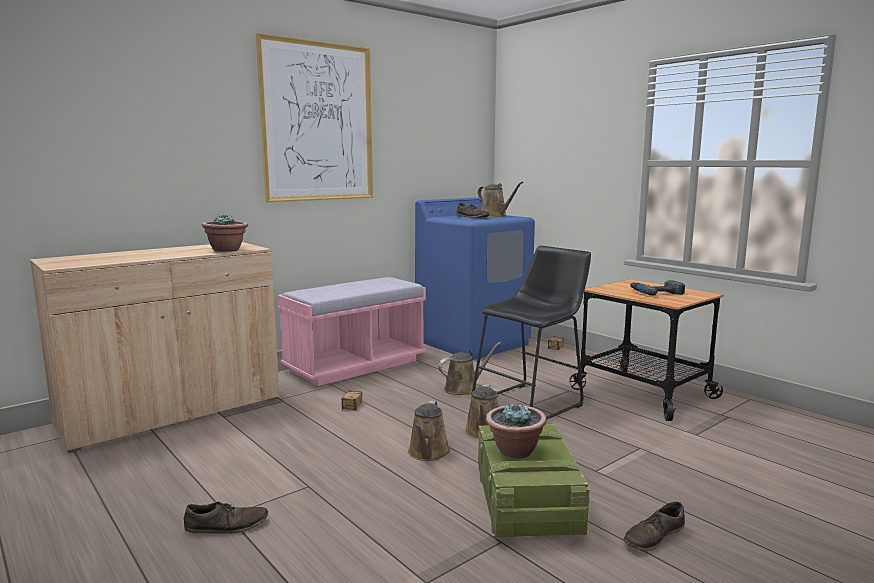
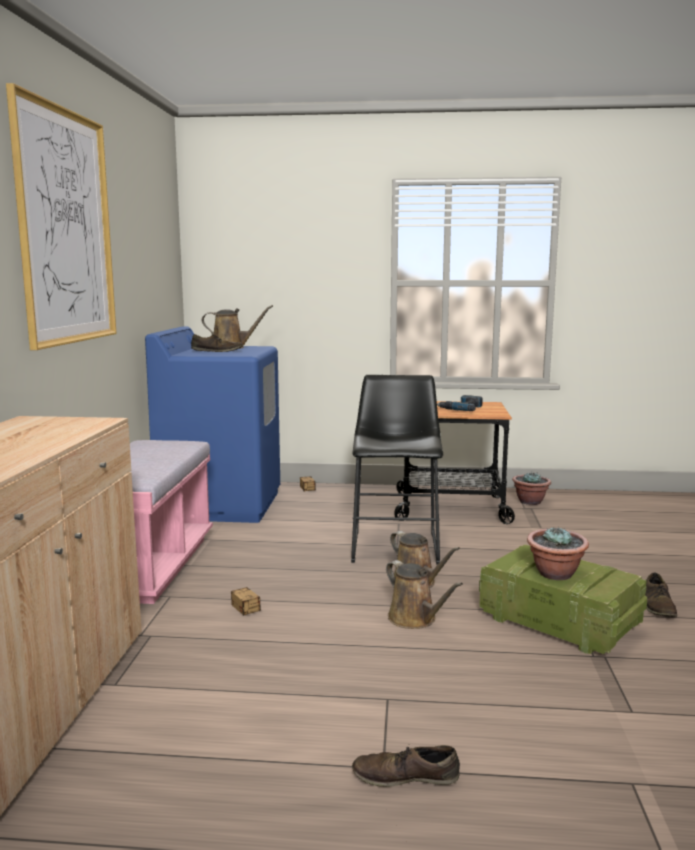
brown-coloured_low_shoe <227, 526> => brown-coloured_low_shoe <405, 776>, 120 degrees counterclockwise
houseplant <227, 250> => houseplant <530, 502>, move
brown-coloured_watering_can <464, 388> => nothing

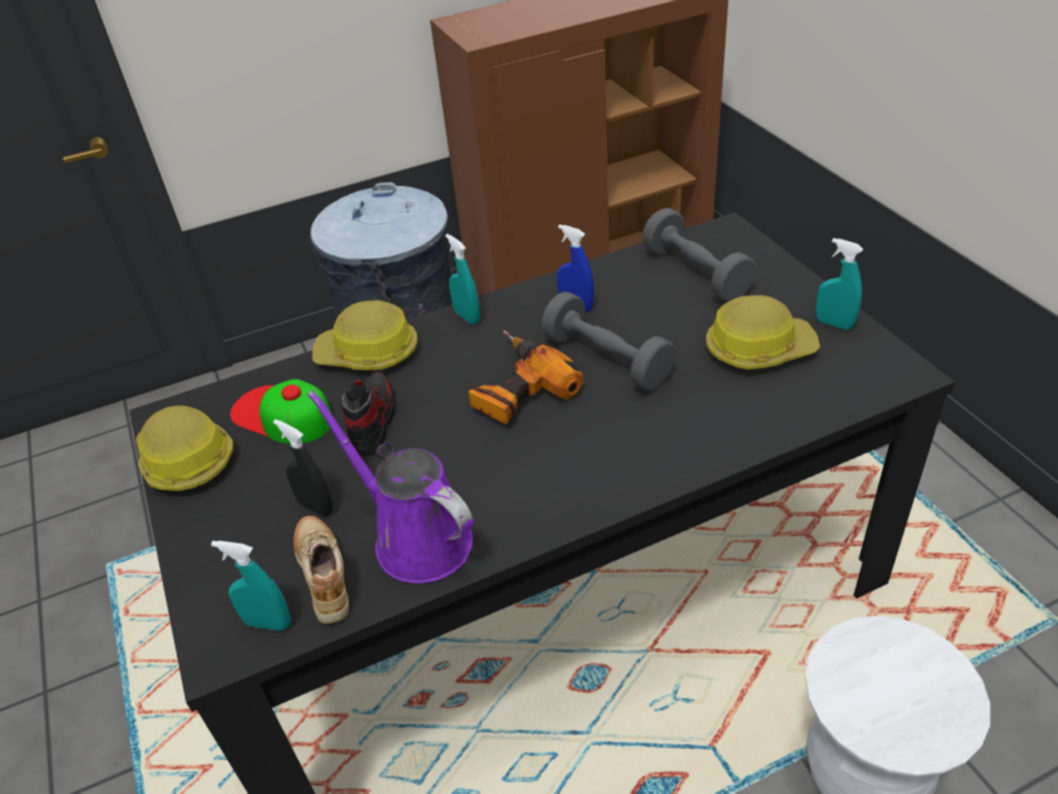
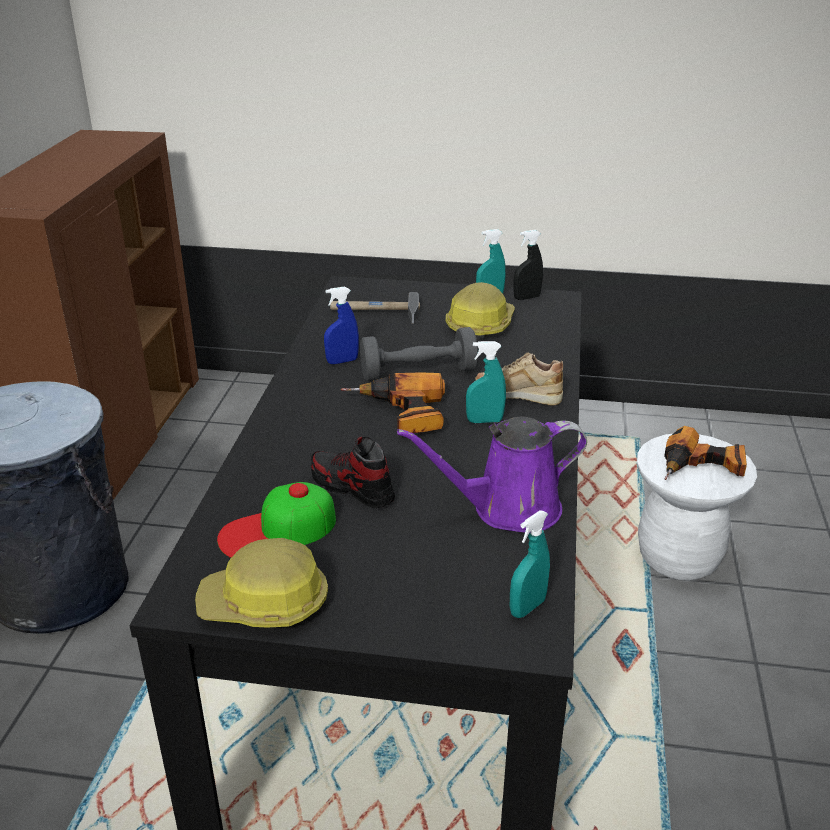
black-coloured_spray_bottle <316, 506> => black-coloured_spray_bottle <526, 297>, move
beige_low_shoe <326, 576> => beige_low_shoe <518, 397>, move
work_helmet <368, 354> => nothing
blue-green_spray_bottle <467, 317> => blue-green_spray_bottle <484, 421>, move
greyish_dumbbell <696, 273> => hammer <375, 311>
nothing => drill <702, 469>

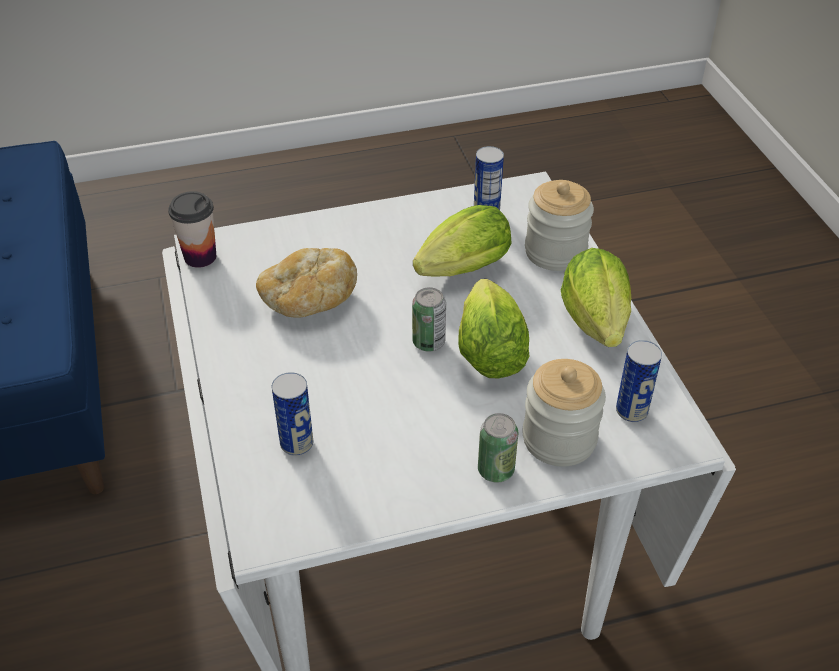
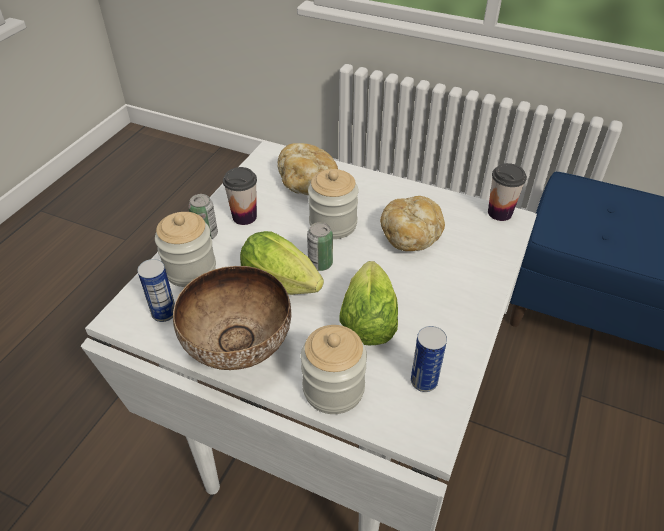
sealed_can <296, 443> => bread <307, 183>
lettuce_head <597, 326> => serving_bowl <239, 351>
nothing => cup <244, 217>
nothing => storage_jar <333, 224>

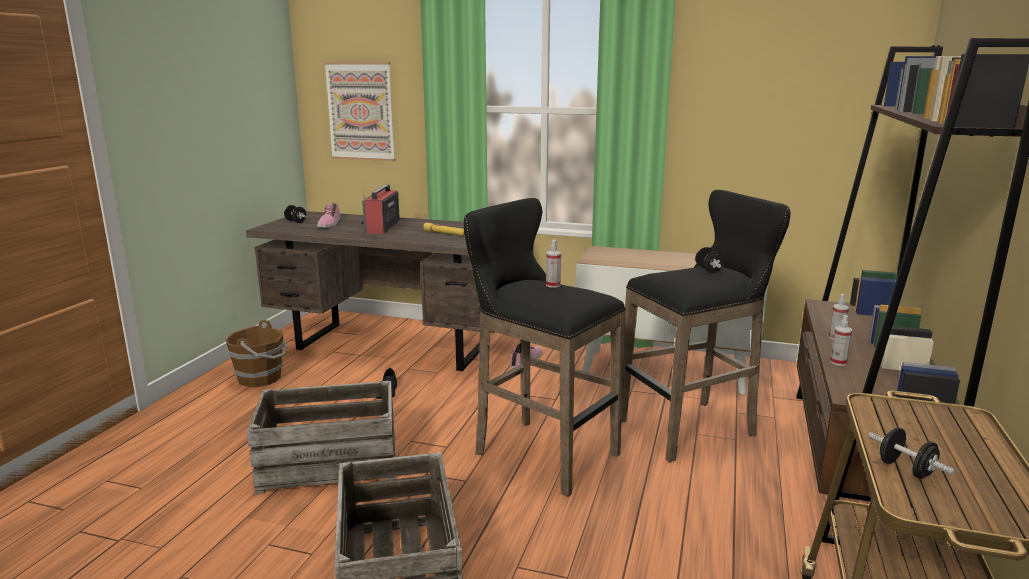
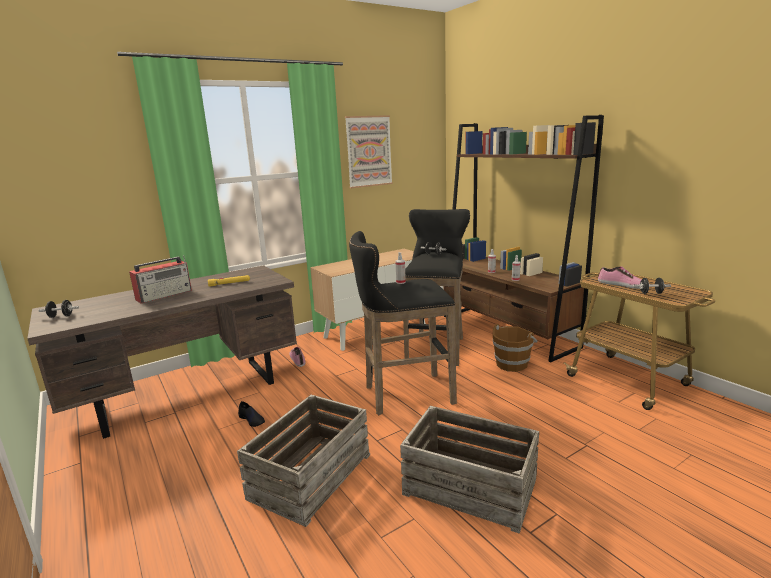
brown-coloured_bucket <261, 378> => brown-coloured_bucket <512, 364>, move
low_shoe <329, 223> => low_shoe <622, 285>, move
wall_art <361, 111> => wall_art <369, 151>, move
radio_set <382, 227> => radio_set <165, 295>, 90 degrees counterclockwise

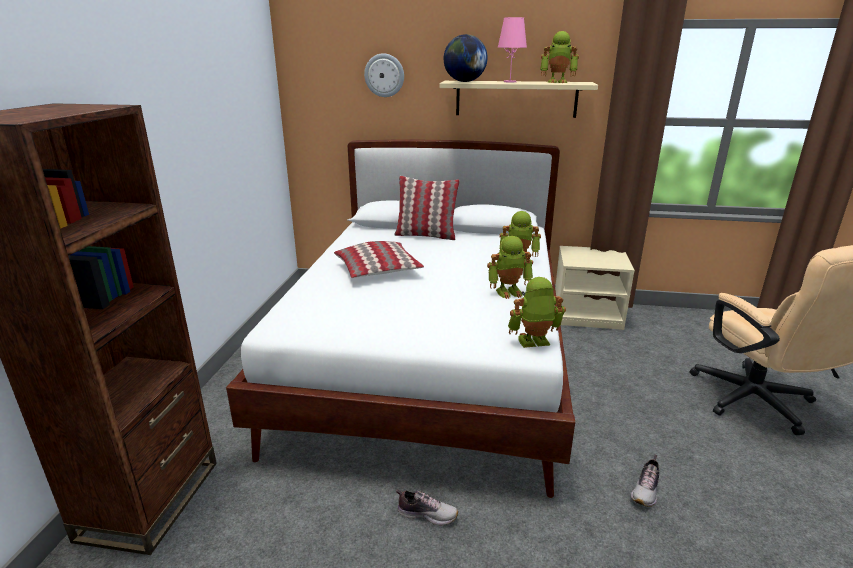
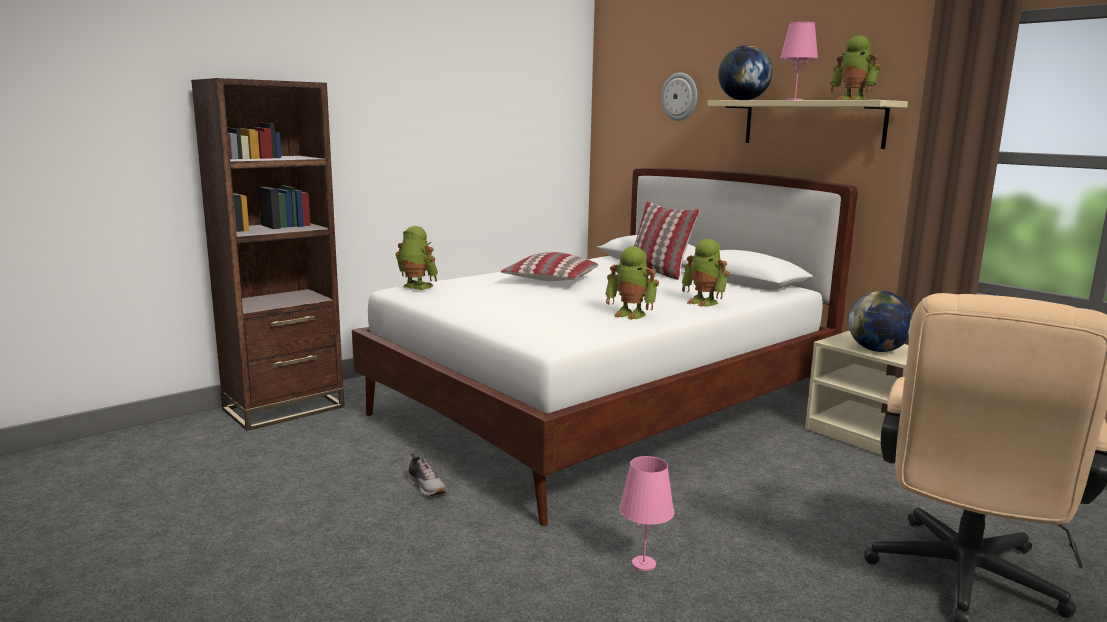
toy_robot <534, 342> => toy_robot <416, 287>, move
low_shoe <646, 490> => pink-coloured_tabletop_lamp <643, 564>
nothing => world_globe <877, 350>

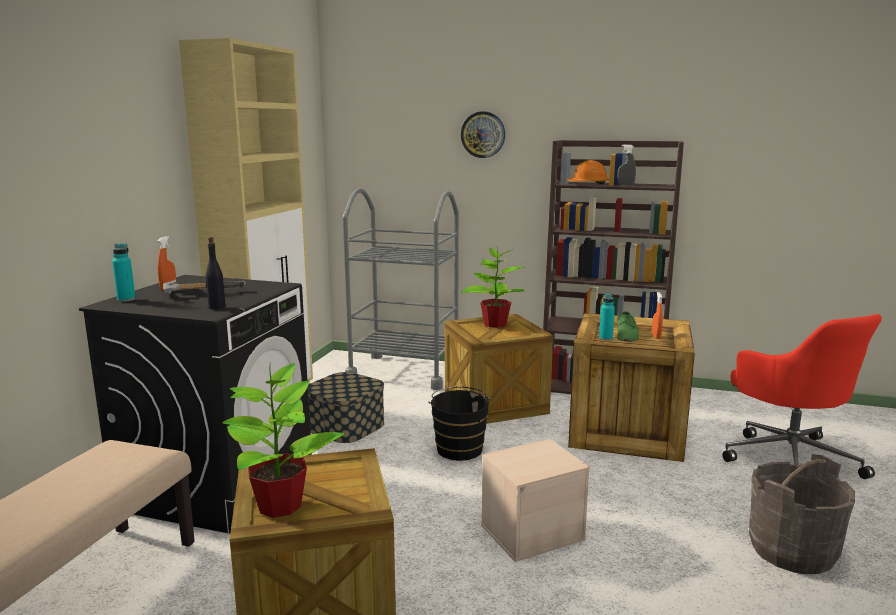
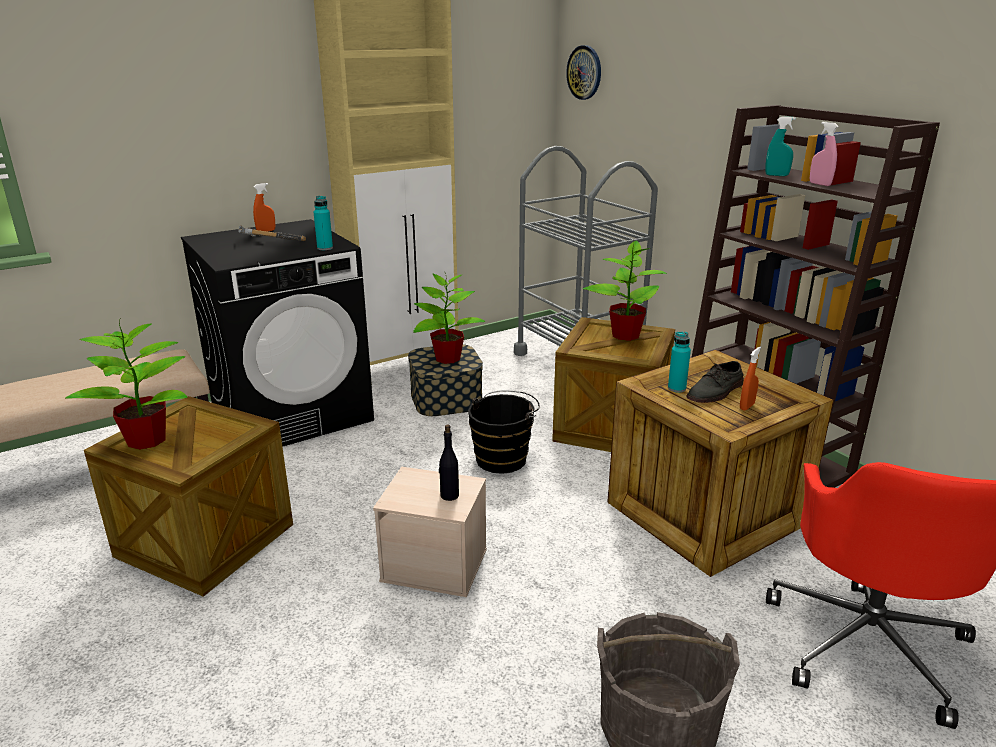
blue-green_drink_bottle <126, 299> => blue-green_drink_bottle <325, 248>, move
black-coloured_drink_bottle <216, 307> => black-coloured_drink_bottle <449, 495>, move
wall_clock <483, 134> => wall_clock <584, 72>, move
orange_work_helmet <588, 184> => blue-green_spray_bottle <776, 175>
greyish_spray_bottle <625, 185> => pink-coloured_spray_bottle <820, 184>
green-coloured_low_shoe <627, 334> => greyish_low_shoe <715, 392>
nothing => houseplant <446, 358>

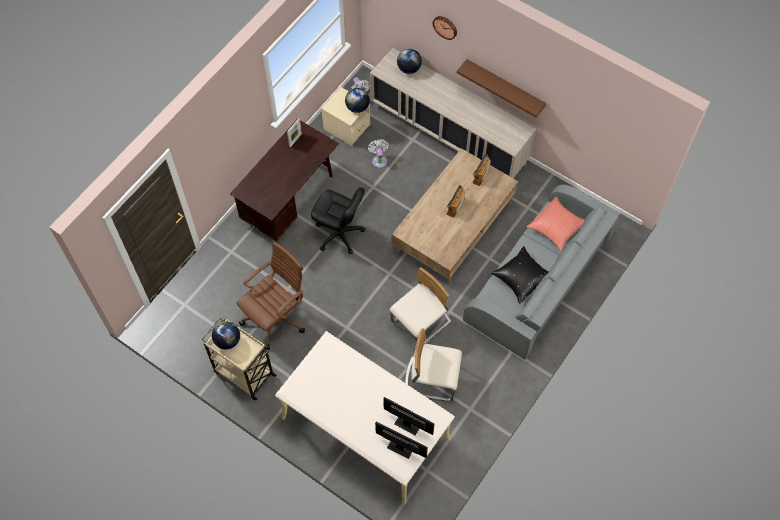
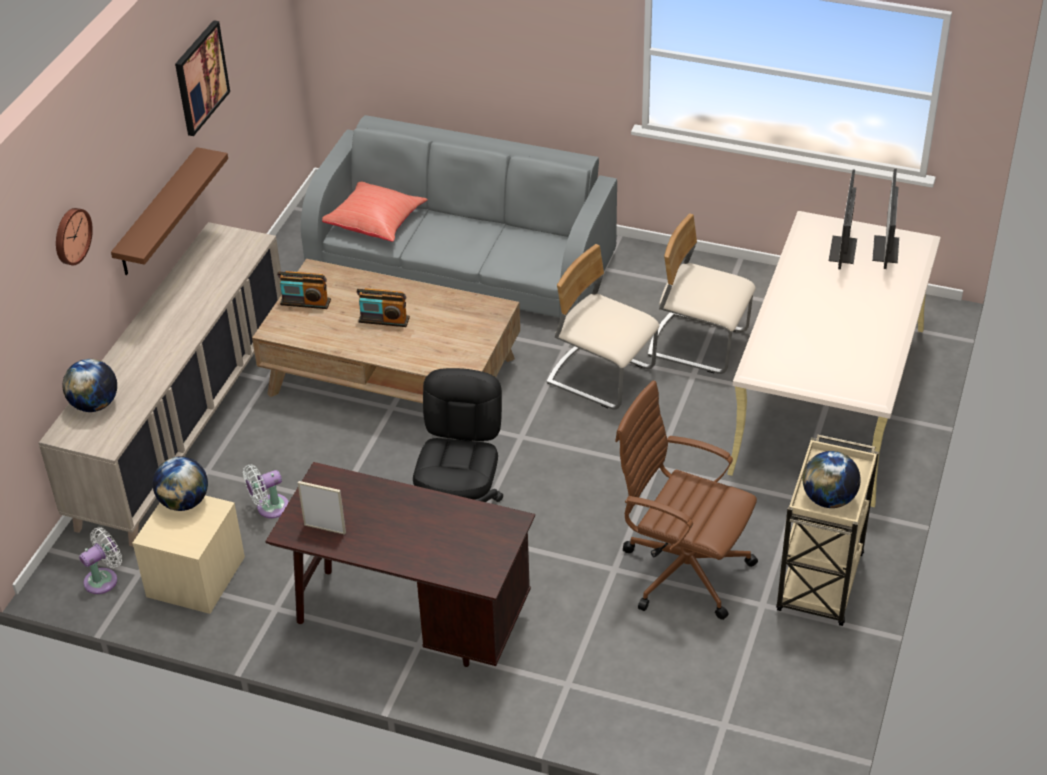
beige_upright_chair <431, 378> => beige_upright_chair <698, 343>, 120 degrees clockwise
black-coloured_throw_pillow <521, 278> => nothing
nothing => wall_art <200, 77>

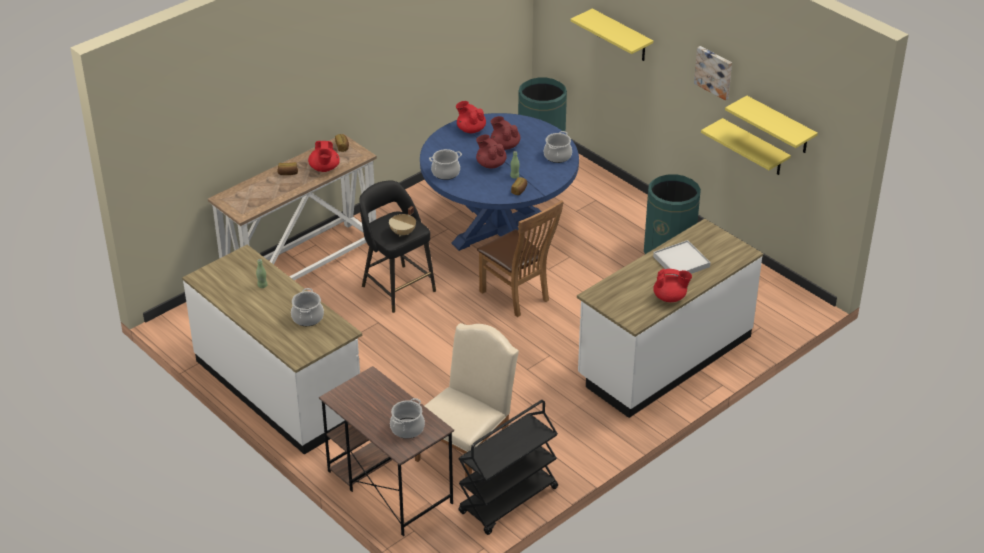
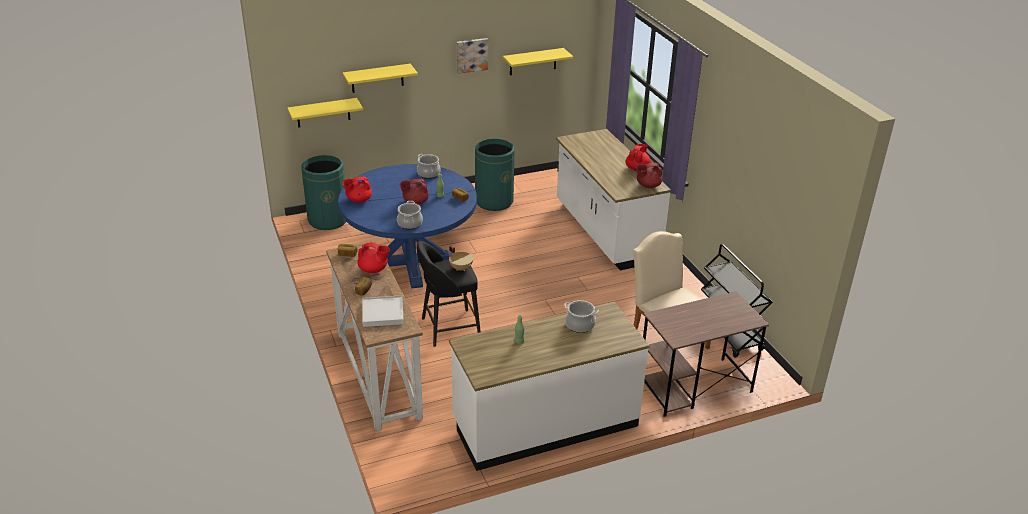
saucepot <407, 428> => nothing
brown-coloured_upright_chair <518, 297> => nothing
reddish_tea_pot <505, 145> => reddish_tea_pot <648, 186>, move
whitish_serving_tray <681, 262> => whitish_serving_tray <382, 313>, move
yellowish_bracket_shelf <754, 148> => yellowish_bracket_shelf <323, 112>, move

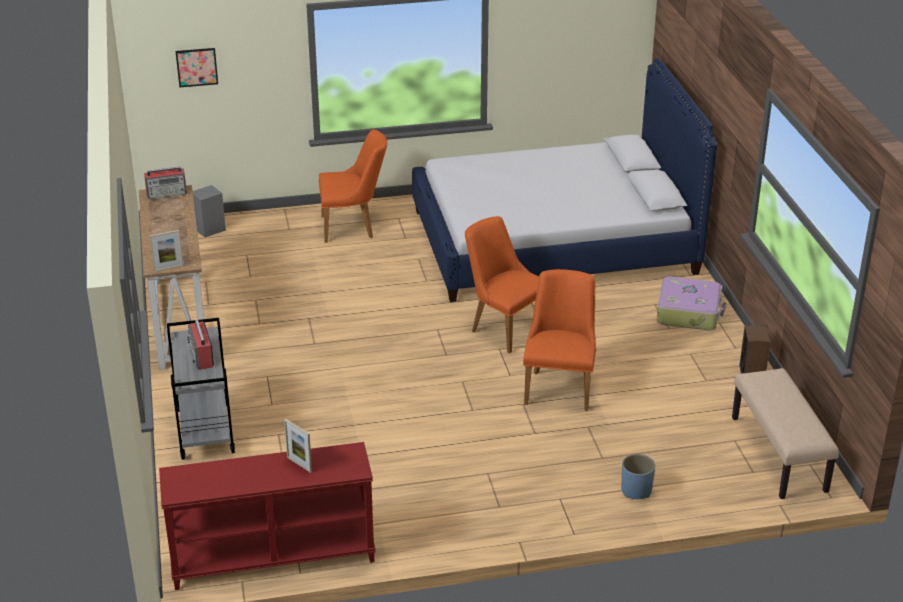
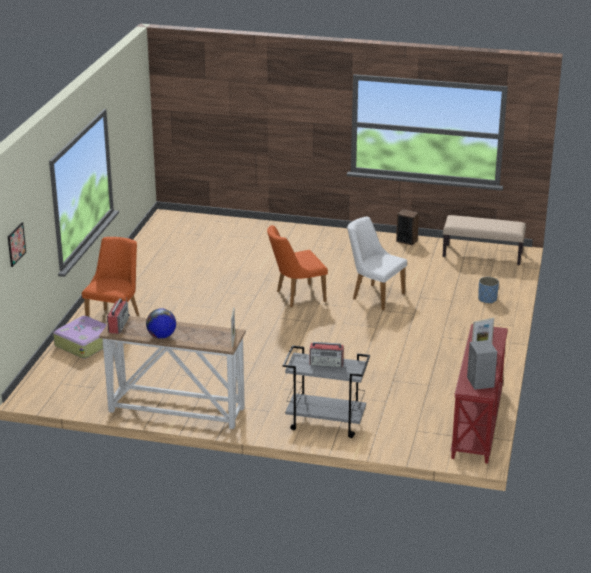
greyish_speaker <209, 230> => greyish_speaker <480, 382>, move
sleeping_bed <554, 241> => nothing
orange_upright_chair <560, 386> => whitish_upright_chair <373, 295>
suitcase <689, 312> => suitcase <85, 344>, move
nothing => world_globe <161, 336>

